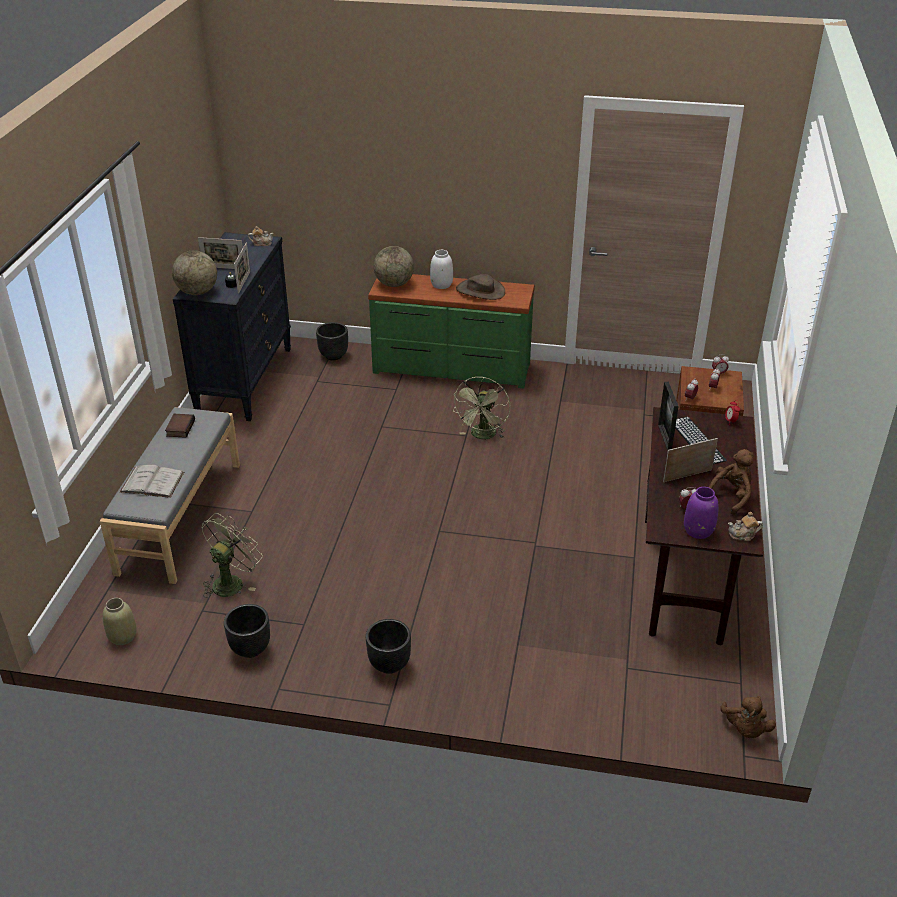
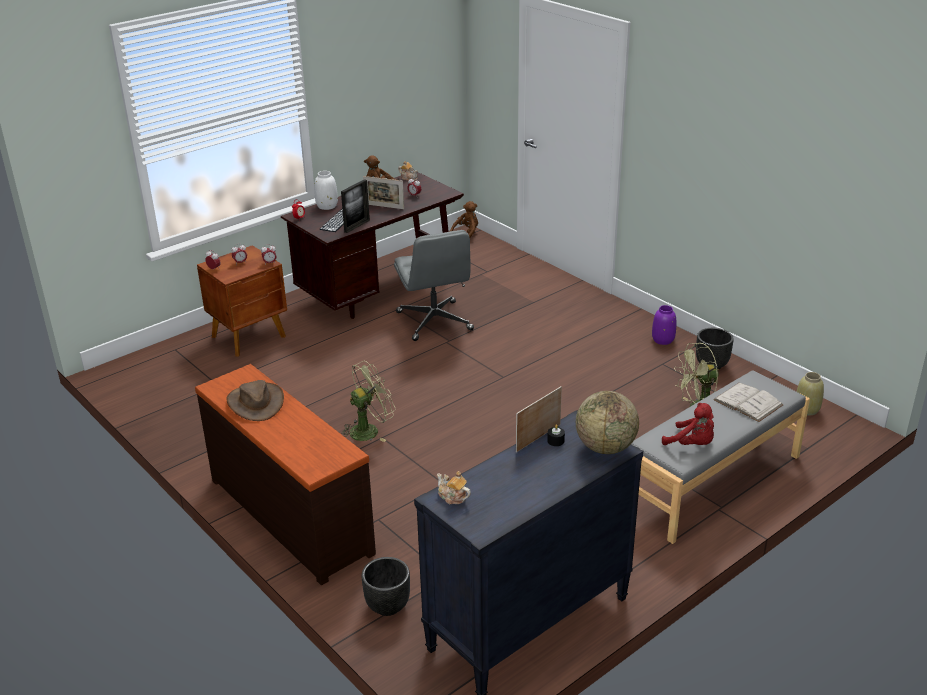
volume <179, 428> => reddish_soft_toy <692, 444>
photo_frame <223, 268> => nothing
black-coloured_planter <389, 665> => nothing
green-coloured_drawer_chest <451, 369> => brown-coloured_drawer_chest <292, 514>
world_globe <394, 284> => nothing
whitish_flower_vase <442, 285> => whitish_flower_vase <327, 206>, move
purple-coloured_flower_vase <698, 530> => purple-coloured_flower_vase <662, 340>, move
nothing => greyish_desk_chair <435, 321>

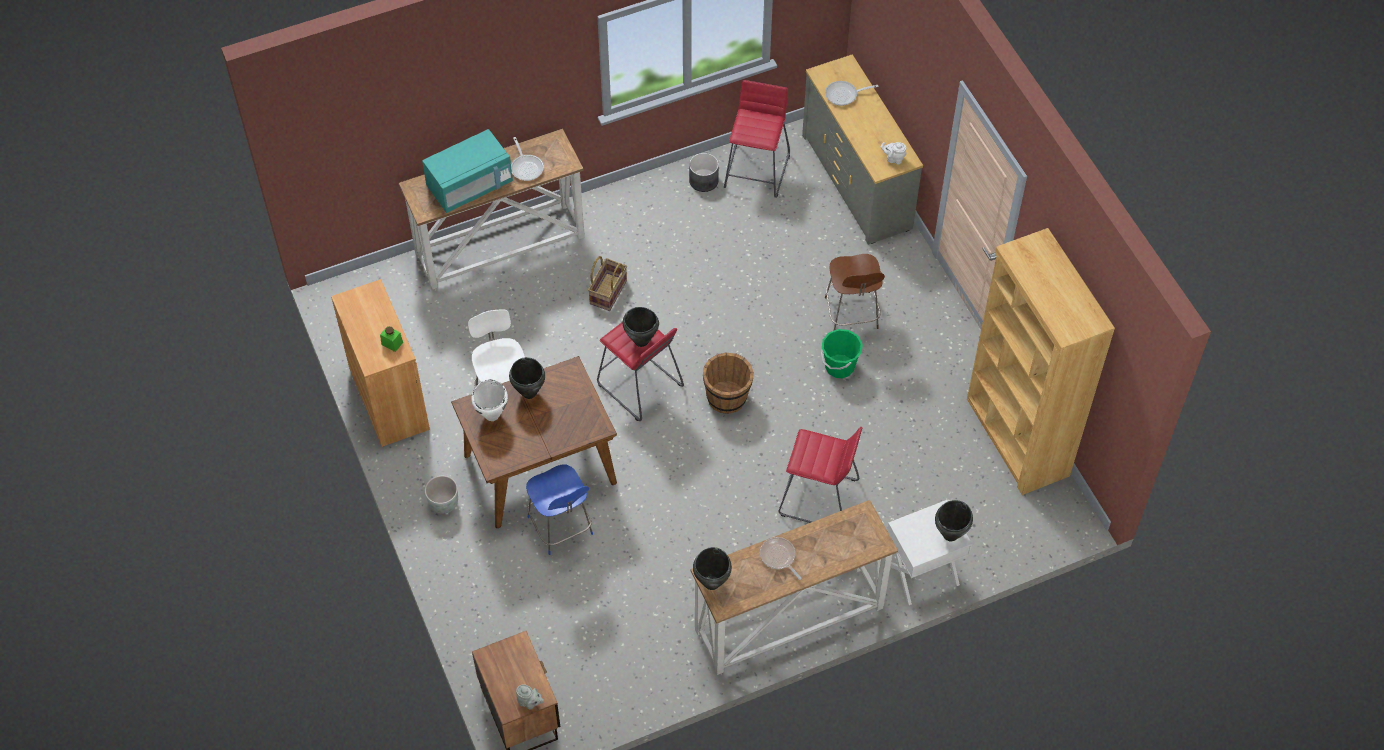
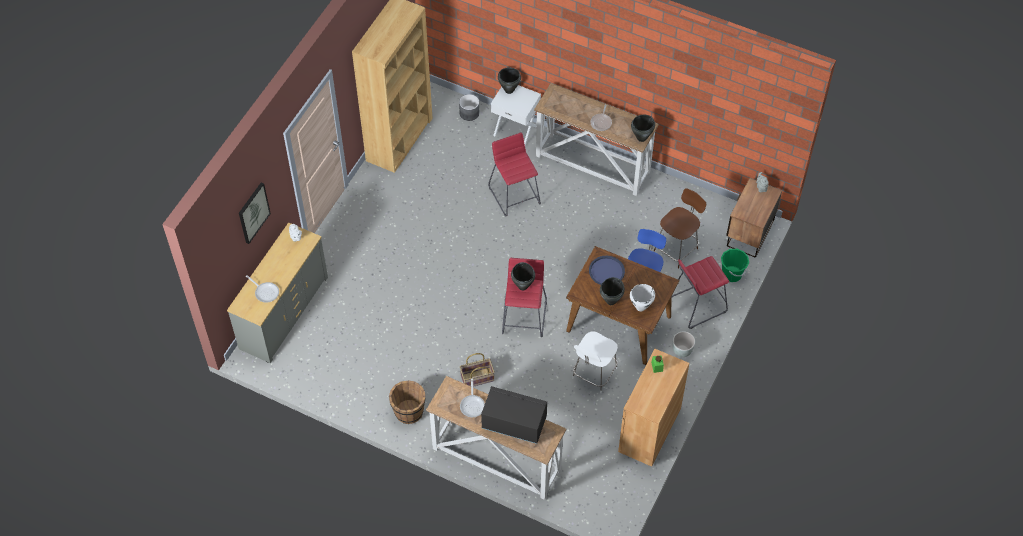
blue-green_kitchen_microwave <470, 186> => black-coloured_kitchen_microwave <514, 423>
pan <526, 167> => pan <472, 405>, 150 degrees clockwise
greyish_planter <703, 180> => greyish_planter <469, 113>, move
brown-coloured_bucket <727, 397> => brown-coloured_bucket <408, 411>, move
reddish_sitting_stool <756, 171> => reddish_sitting_stool <697, 305>, move
green-coloured_bucket <839, 366> => green-coloured_bucket <732, 274>, move
brown-coloured_upright_chair <851, 315> => brown-coloured_upright_chair <677, 248>, move
nothing => wall_art <253, 212>
nothing => blue_serving_tray <606, 271>

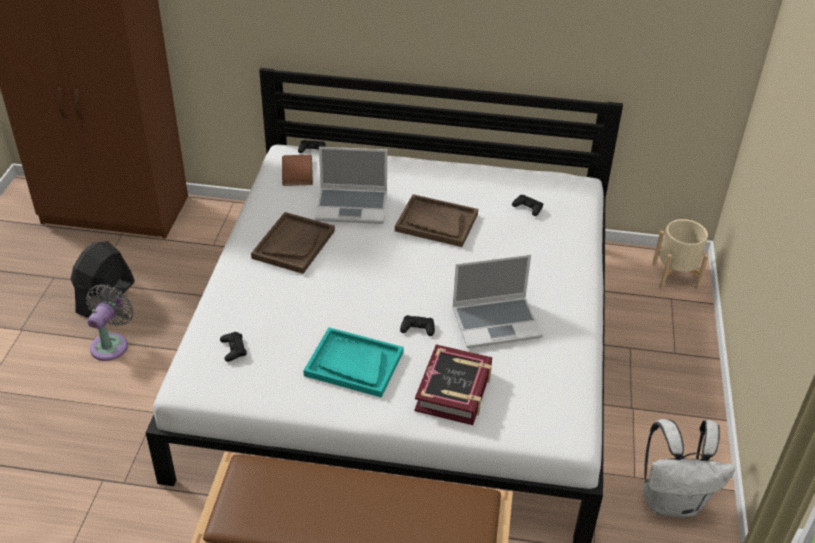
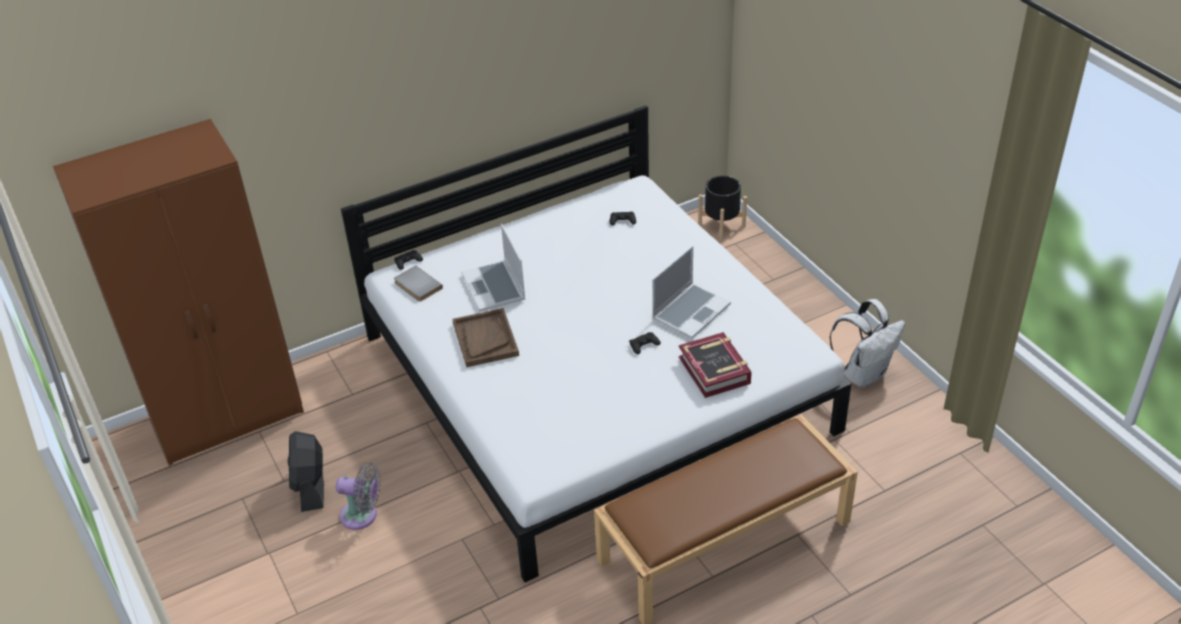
greyish_electric_fan <111, 344> => greyish_electric_fan <362, 515>, 120 degrees clockwise
black-coloured_gamepad <233, 349> => nothing
brown-coloured_volume <295, 172> => greyish_volume <416, 286>
blue-green_serving_tray <353, 364> => nothing
notebook_computer <352, 206> => notebook_computer <495, 288>, 105 degrees clockwise
brown-coloured_serving_tray <436, 222> => nothing
beige_planter <675, 275> => black-coloured_planter <721, 225>

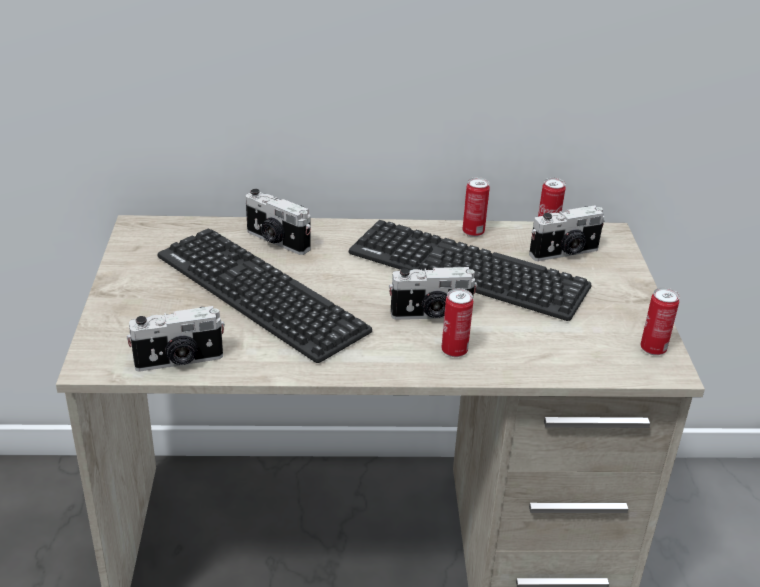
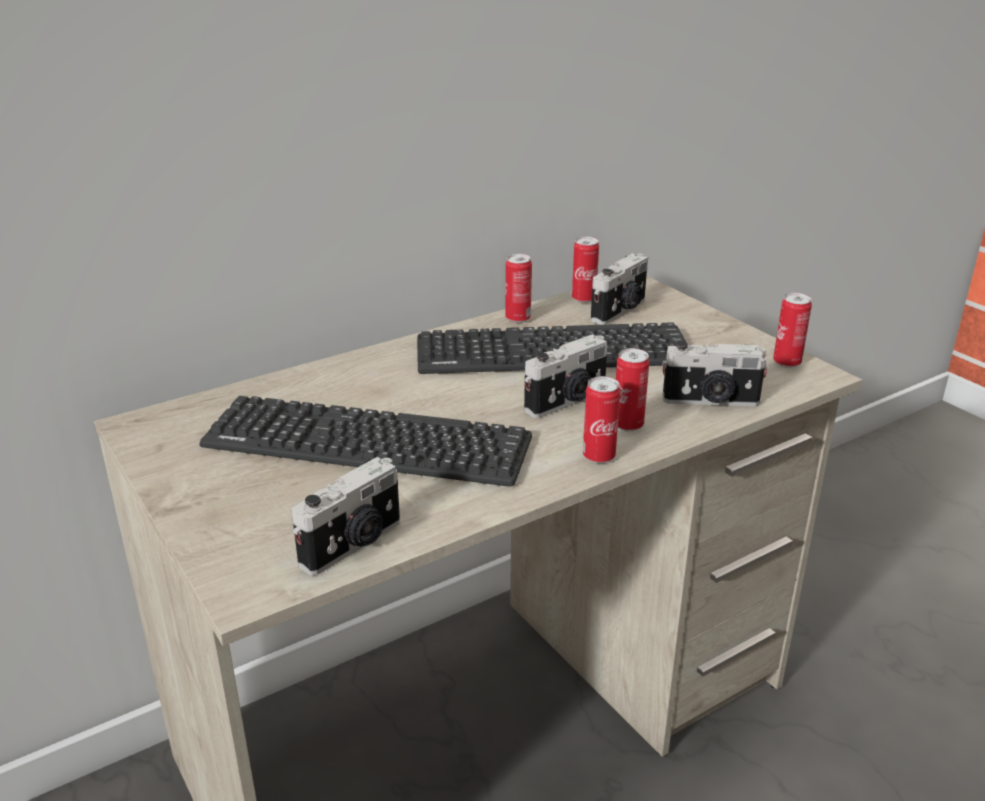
still_camera <276, 241> => still_camera <711, 401>, move
nothing => sealed_can <598, 456>

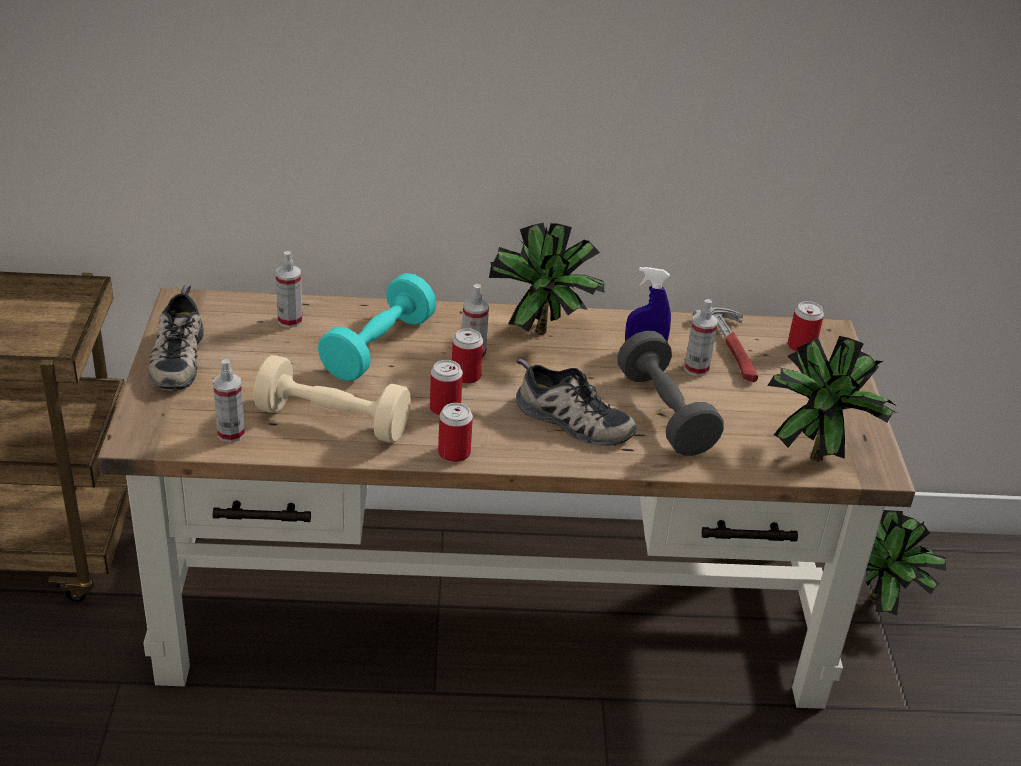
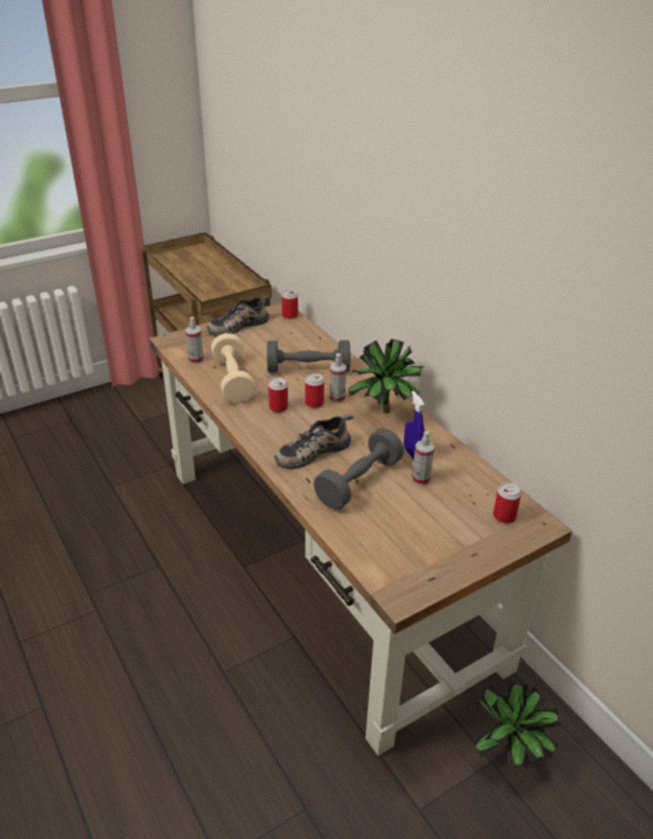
spray_bottle <290, 320> => nothing
blue-green_dumbbell <378, 347> => greyish_dumbbell <308, 369>
sealed_can <454, 453> => sealed_can <290, 316>, move
low_shoe <571, 421> => low_shoe <312, 451>, 60 degrees clockwise
hammer <733, 349> => nothing
houseplant <815, 452> => nothing

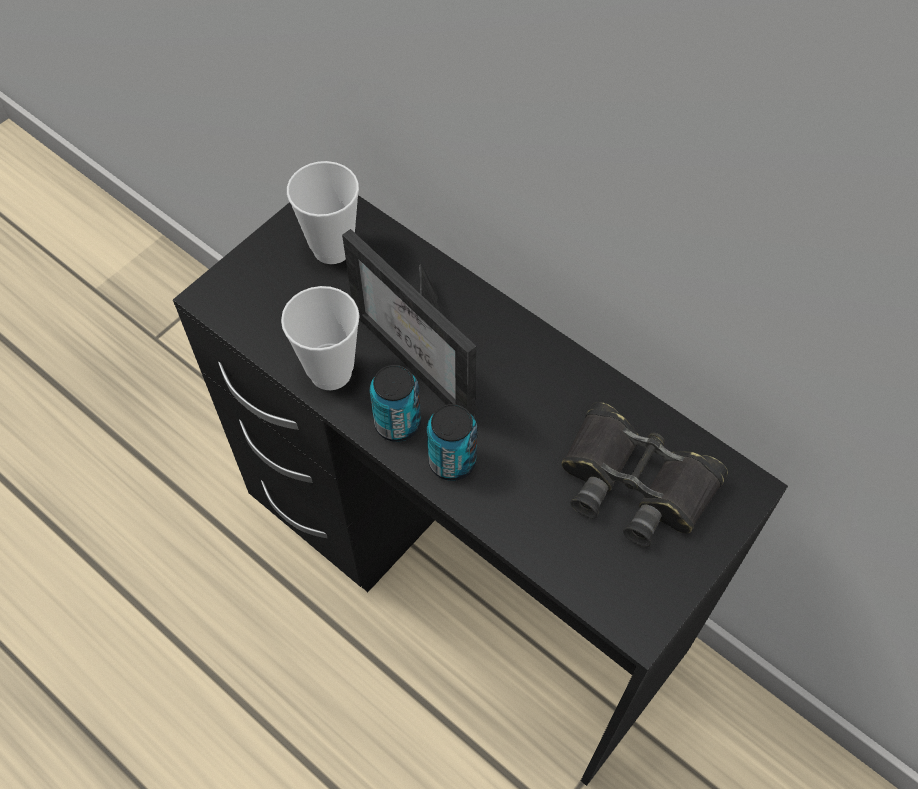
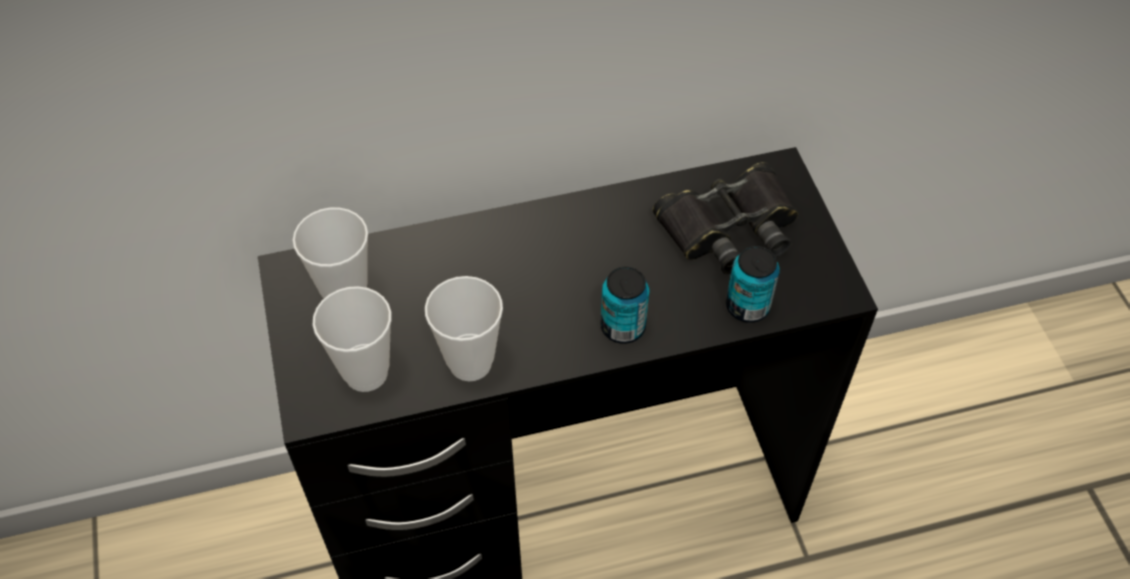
photo_frame <428, 357> => nothing
sealed_can <397, 423> => sealed_can <747, 306>, move
nothing => cup <366, 373>

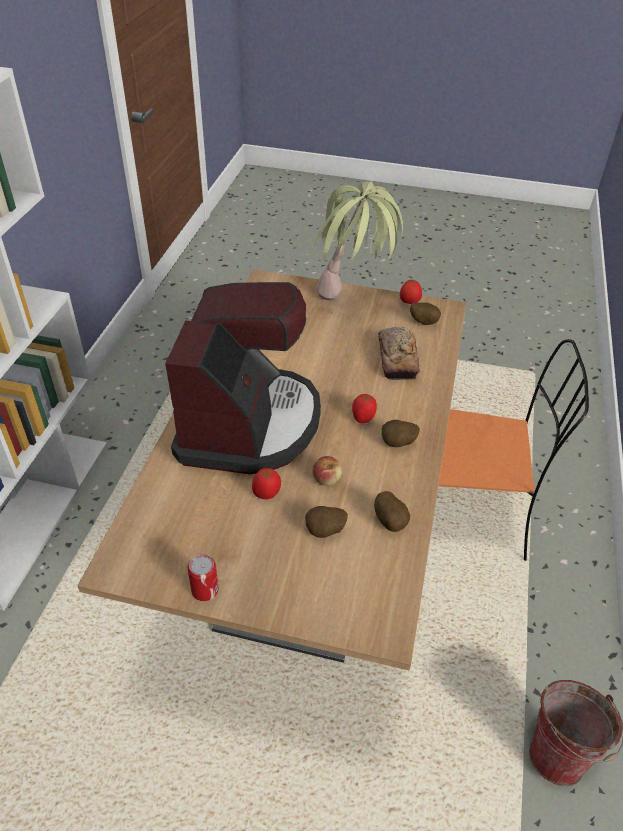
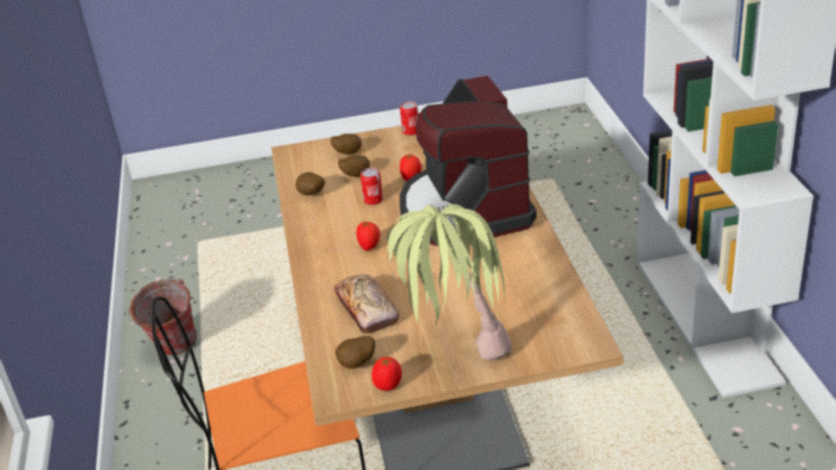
whole_apple <326, 479> => sealed_can <373, 200>
spud <398, 444> => spud <347, 153>, move

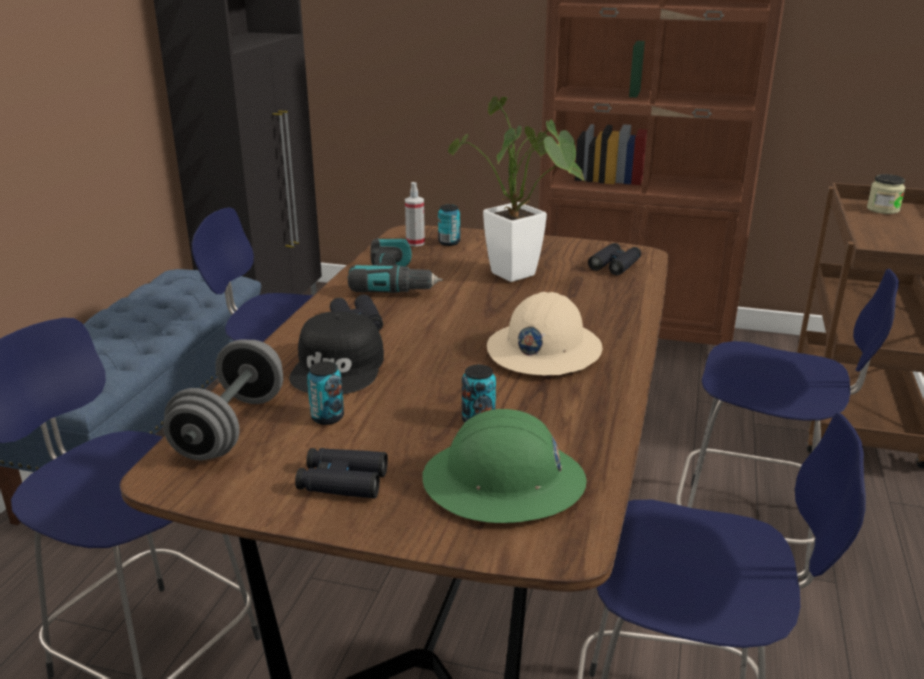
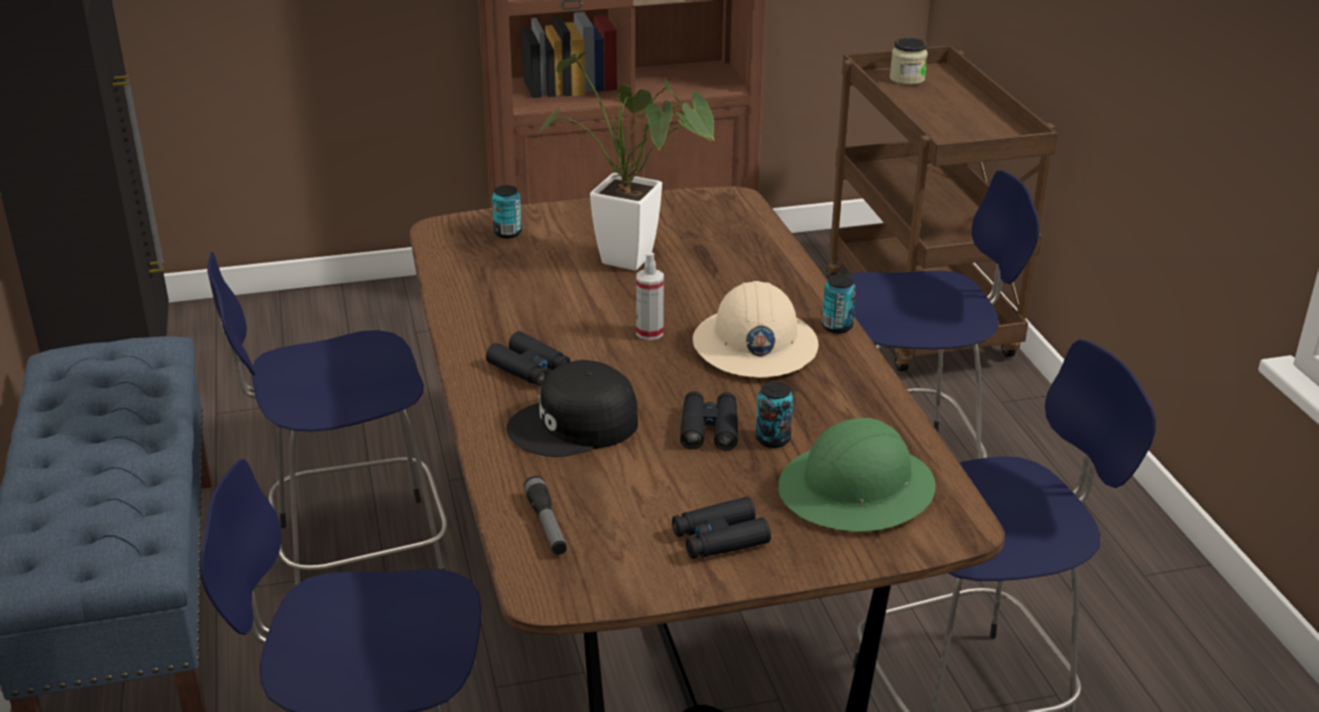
greyish_dumbbell <231, 427> => torch <546, 524>
black-coloured_cap <339, 368> => black-coloured_cap <575, 426>, 90 degrees clockwise
sealed_can <327, 417> => sealed_can <837, 327>, move
drill <396, 281> => nothing
spray_bottle <415, 243> => spray_bottle <649, 332>, move
black-coloured_field_glasses <615, 265> => black-coloured_field_glasses <709, 429>, move

